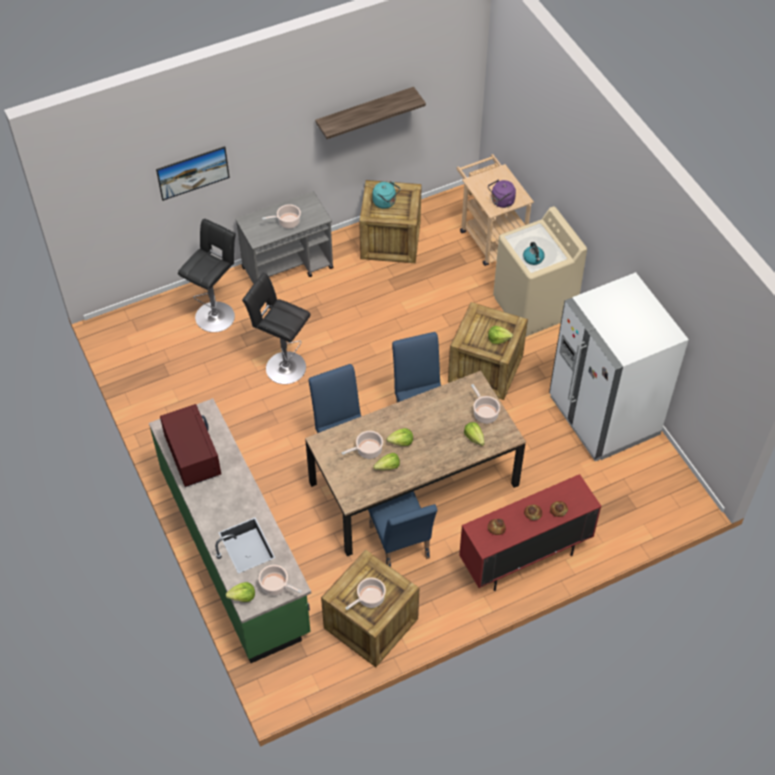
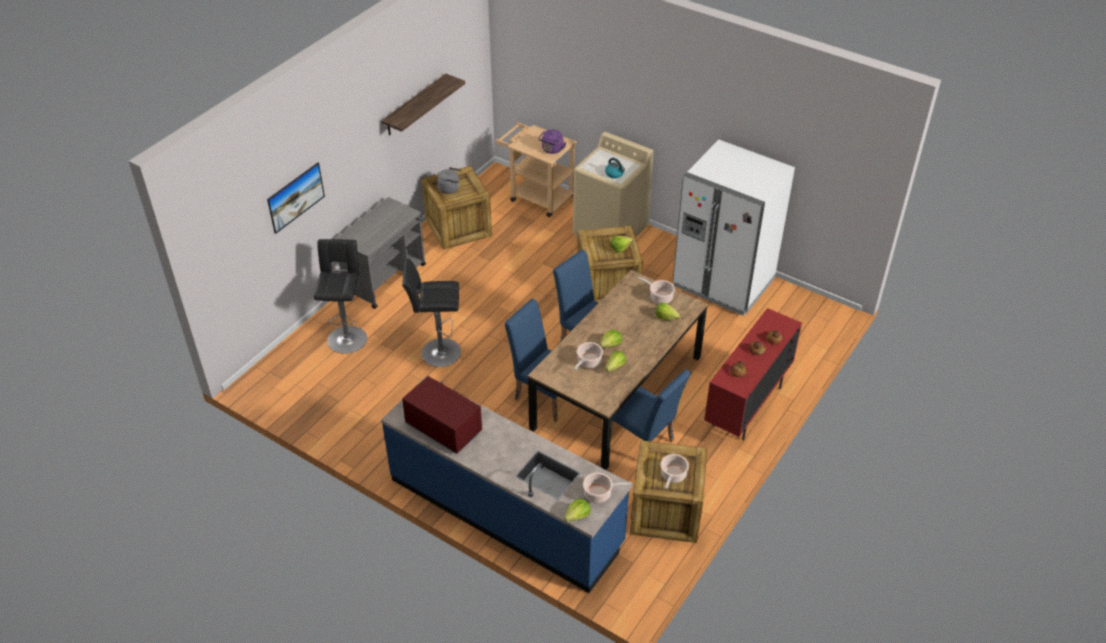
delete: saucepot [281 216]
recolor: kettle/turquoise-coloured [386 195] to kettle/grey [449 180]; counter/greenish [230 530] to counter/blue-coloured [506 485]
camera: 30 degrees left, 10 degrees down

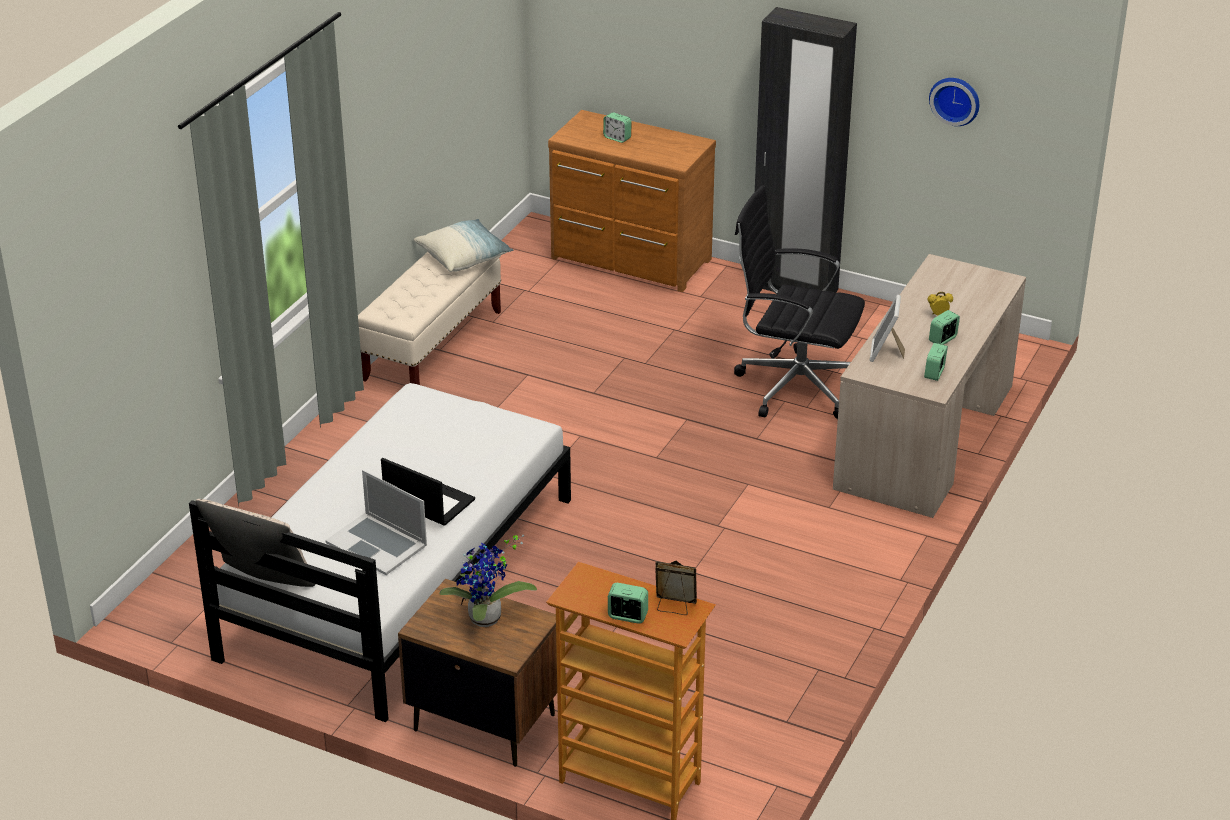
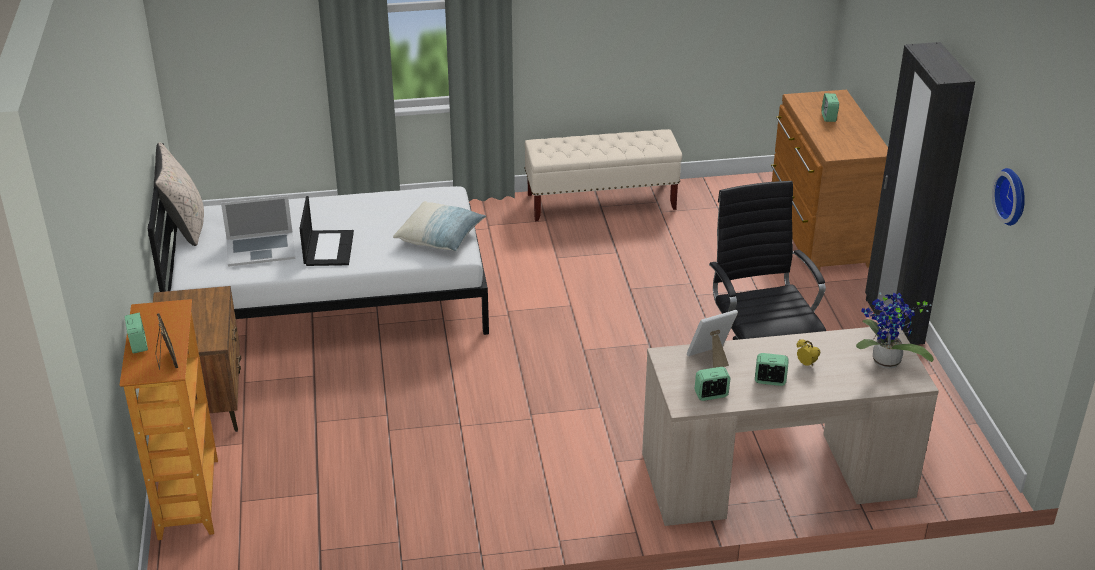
move: throw pillow [463 245] to [439 226]; potted plant [488 581] to [895 330]
rotate: notebook computer [376 522] = [258 231] 105 degrees counterclockwise
camera: 55 degrees right, 0 degrees up

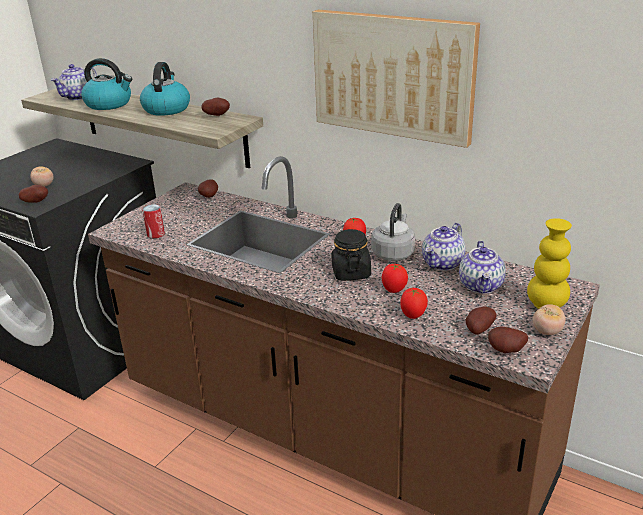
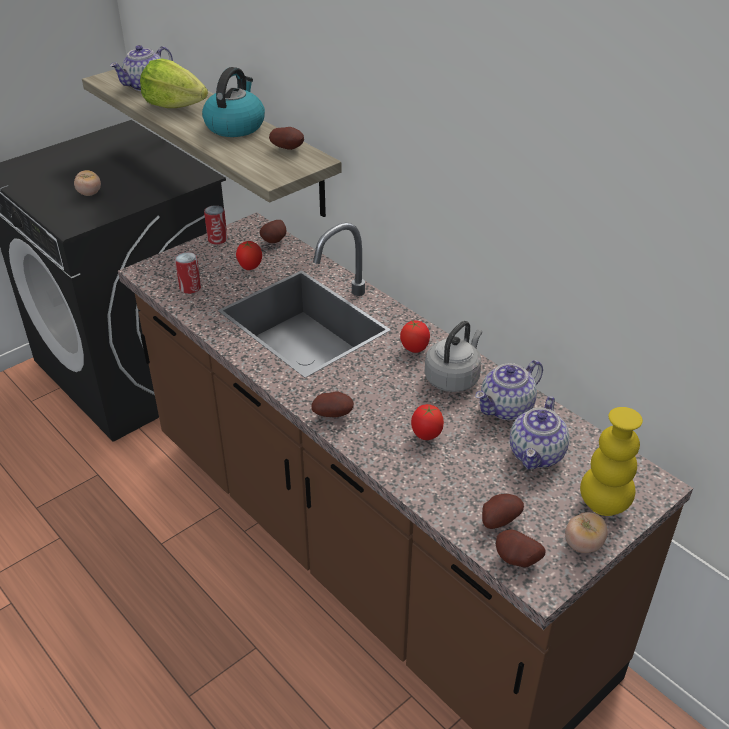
delete: picture [396 79]; storage jar/black-coloured [351 255]
insert: can [216 224]
move: whole potato [33 194] to [332 404]; tomato [414 303] to [249 255]
replace: kettle [106 84] to head of lettuce [174 83]
camera: 15 degrees right, 10 degrees up

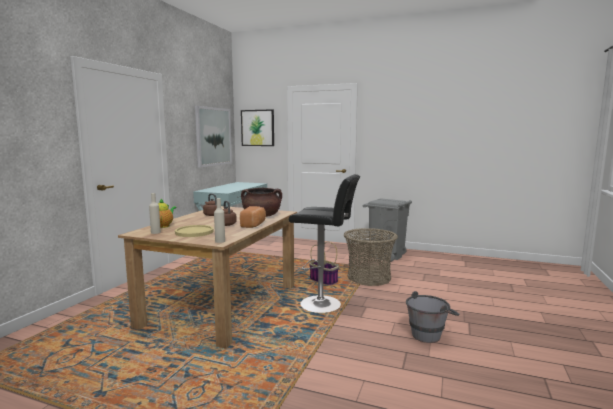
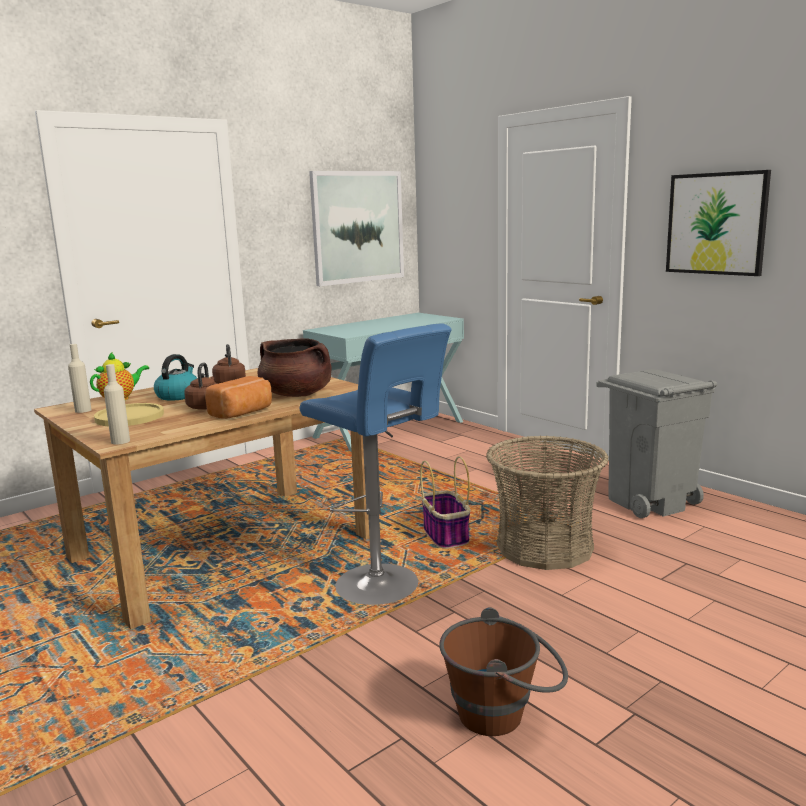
insert: kettle [175 377]
move: picture [257 127] to [718 223]
recolor: stool/black-coloured [324 243] to stool/blue-coloured [376 464]; bucket/grey [432 317] to bucket/brown-coloured [503 671]
camera: 30 degrees right, 5 degrees up

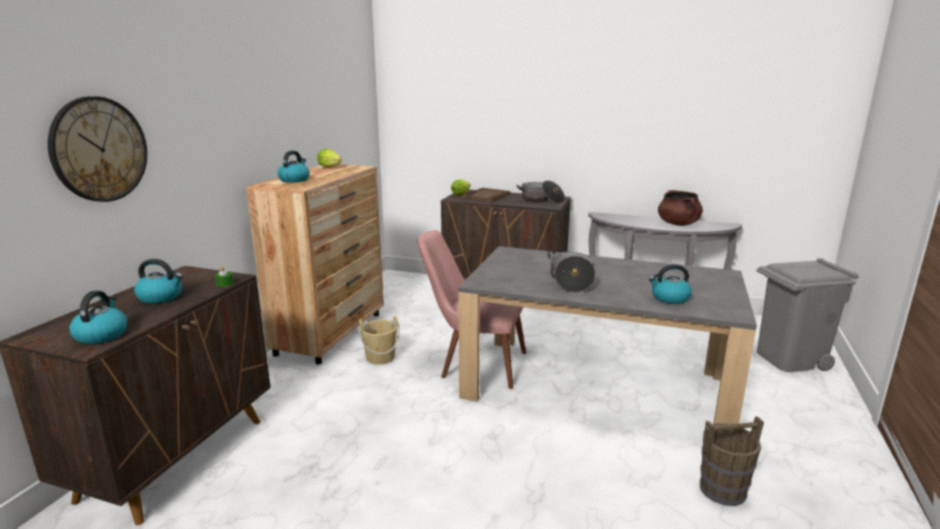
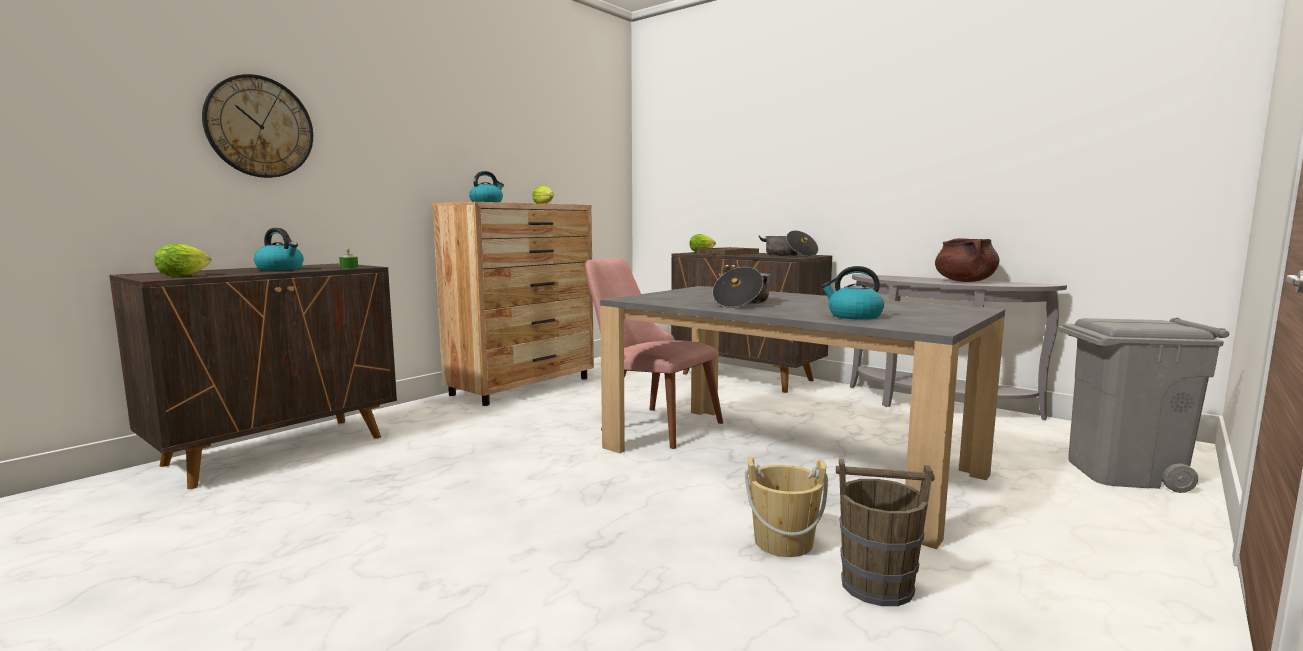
move: bucket/sand-coloured [378 340] to [786 507]
replace: kettle [98 317] to head of lettuce [182 260]
camera: 20 degrees right, 10 degrees down

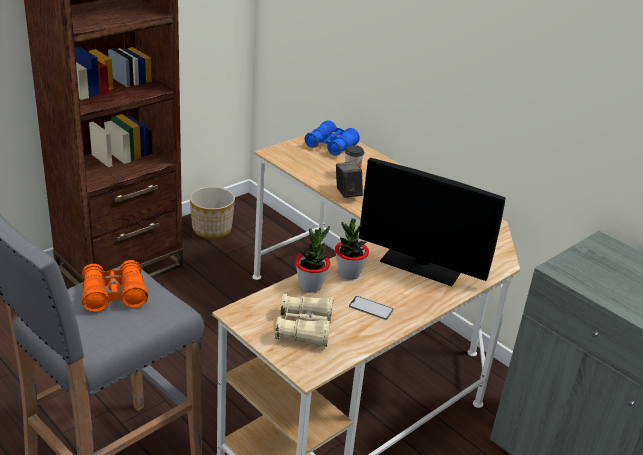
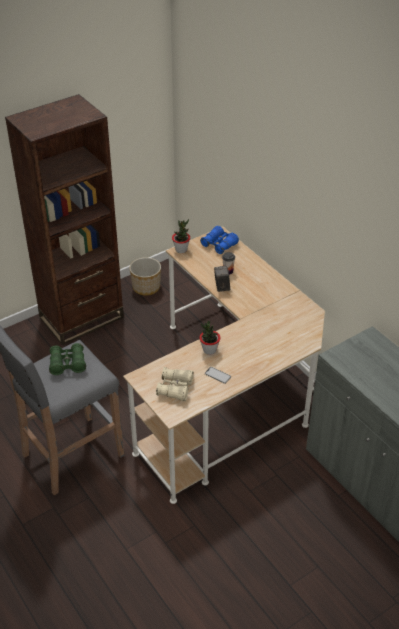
delete: computer display [432 222]
move: potted plant [312 259] to [181 236]
recolor: binoculars/orange [115 286] to binoculars/greenish [67 359]
camera: 10 degrees right, 10 degrees up

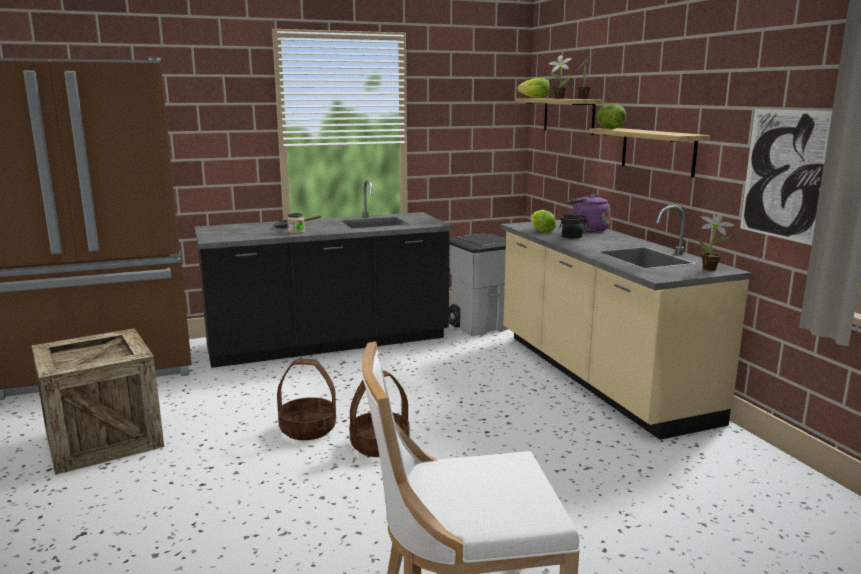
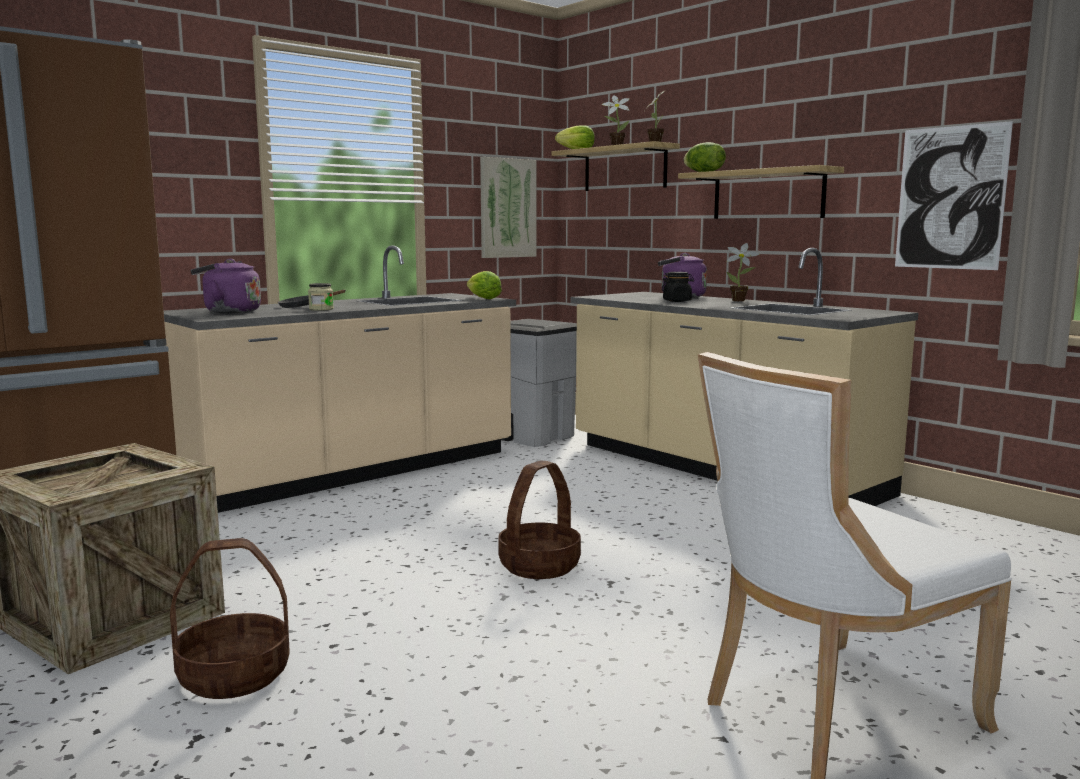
insert: picture [508 207]; kettle/purplish [225 286]
move: head of lettuce [543 221] to [484 285]; potted plant [716 242] to [742 272]; household basket [306 399] to [230 618]
recolor: counter/black-coloured [323 274] to counter/sand-coloured [340 379]
camera: 20 degrees left, 5 degrees down

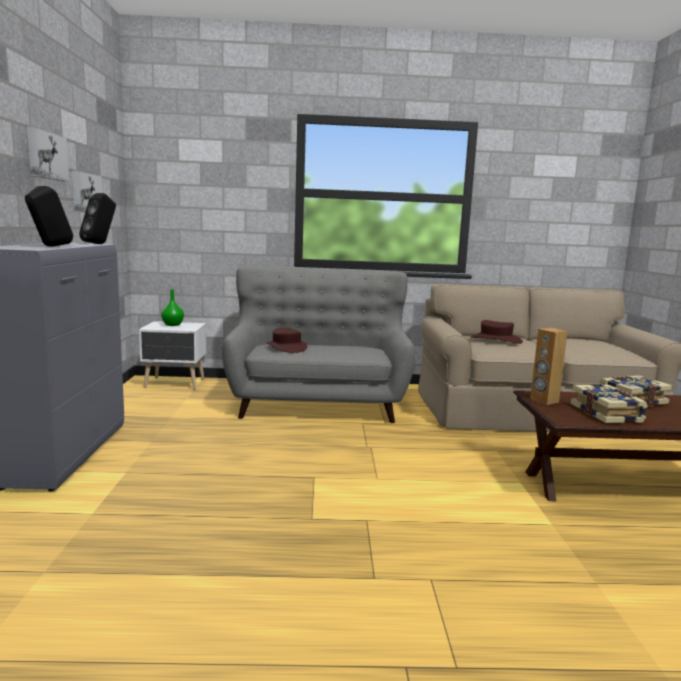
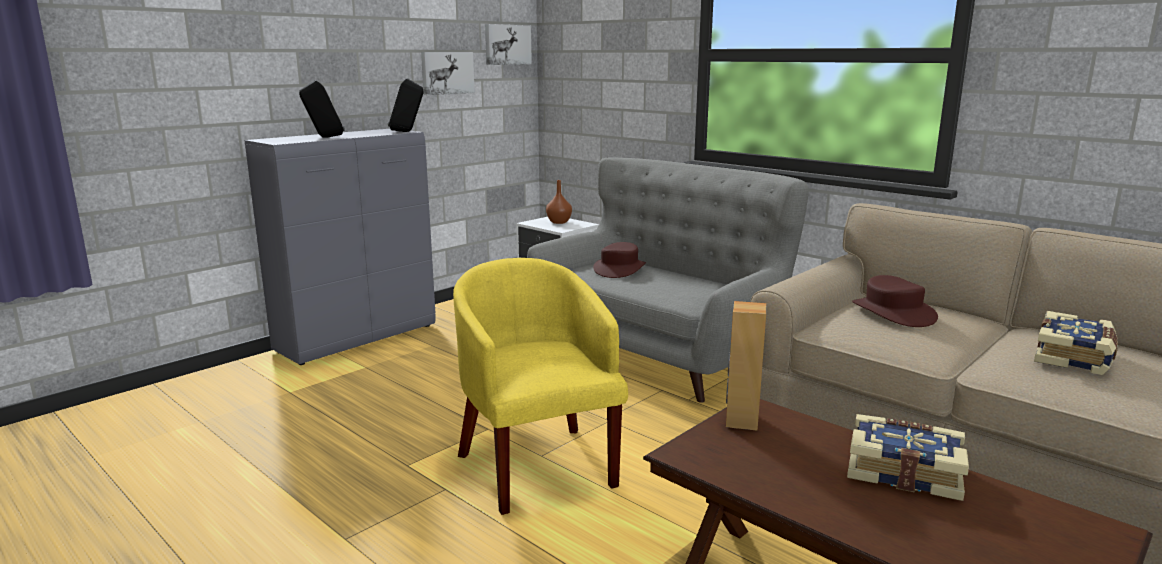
insert: armchair/yellow [540 386]
move: picture [48 154] to [508 44]; book [609 403] to [1076 343]
recolor: flower vase/greenish [172 307] to flower vase/brown-coloured [559 202]
camera: 45 degrees right, 5 degrees up

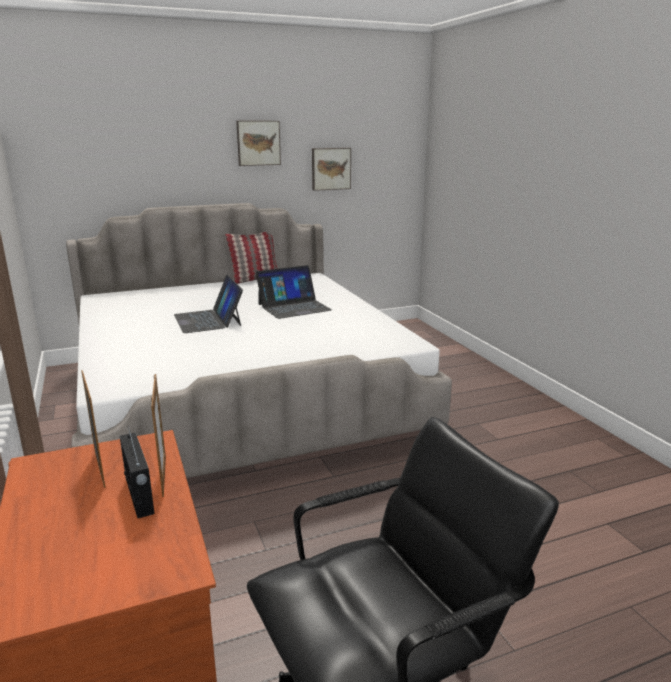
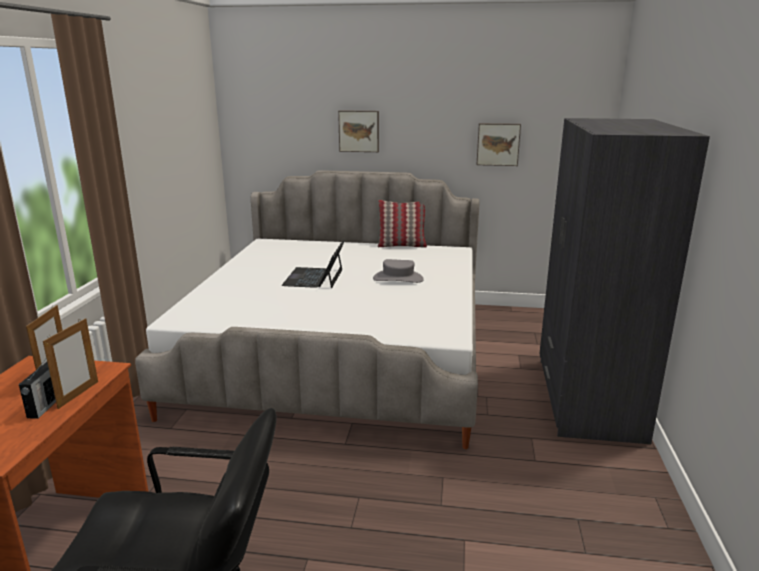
insert: clothes cupboard/grey [624 281]
move: picture [258 143] to [358 131]
replace: notebook computer [294 292] to hat/grey [398 271]
camera: 30 degrees right, 0 degrees up

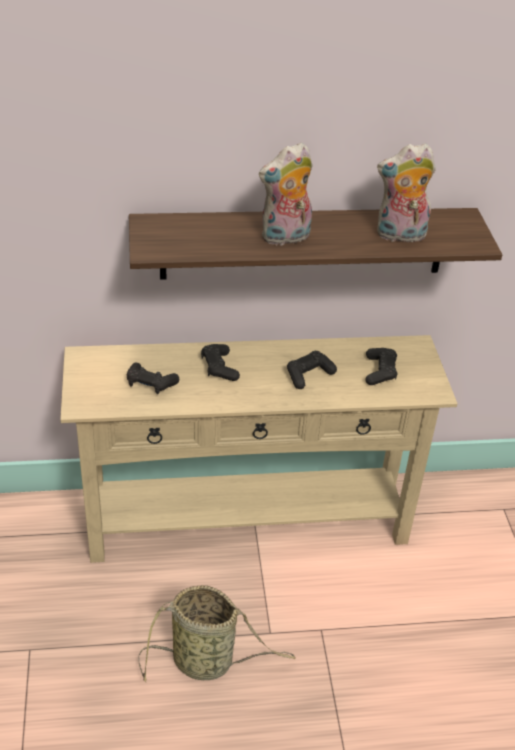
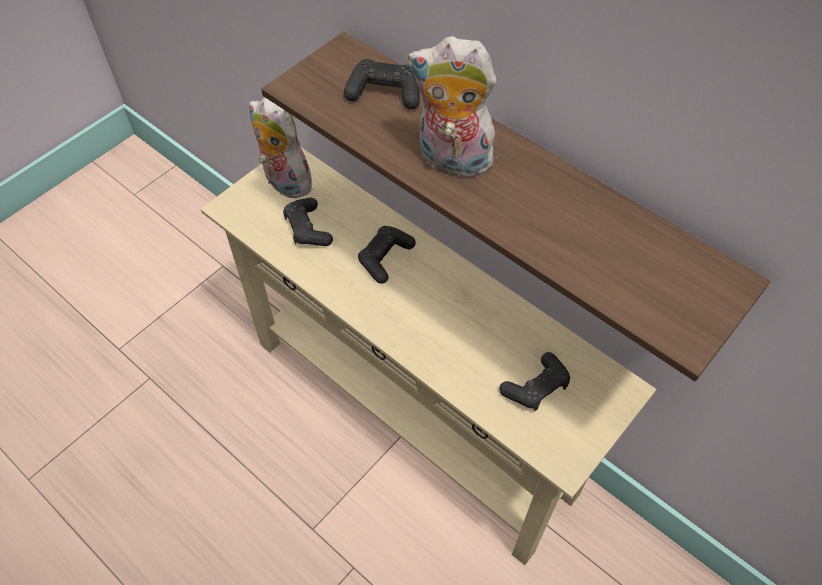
delete: household basket [217 633]
move: cuddly toy [406 192] to [282 148]; game controller/black-coloured [312 370] to [382 84]
camera: 50 degrees right, 15 degrees up

